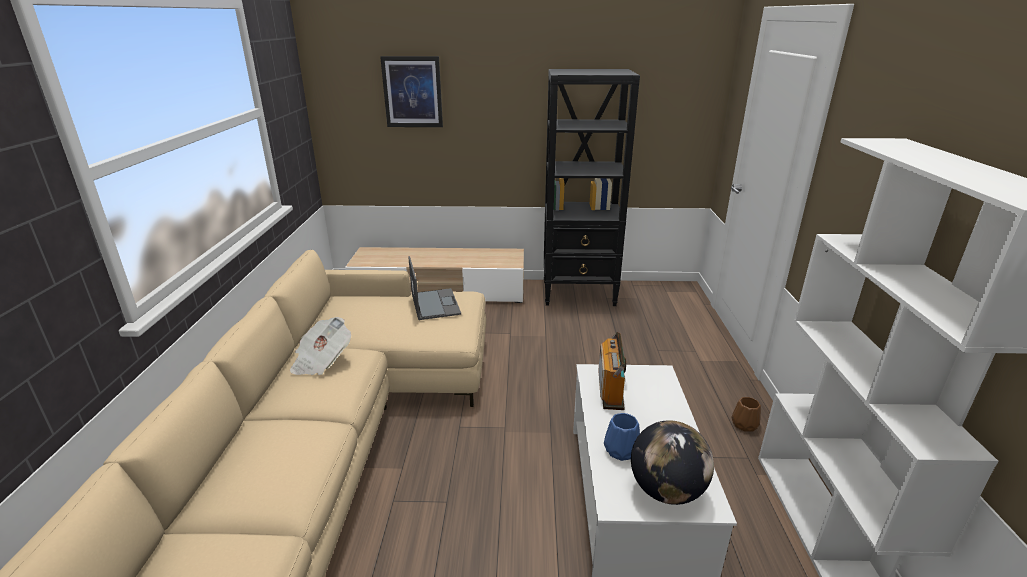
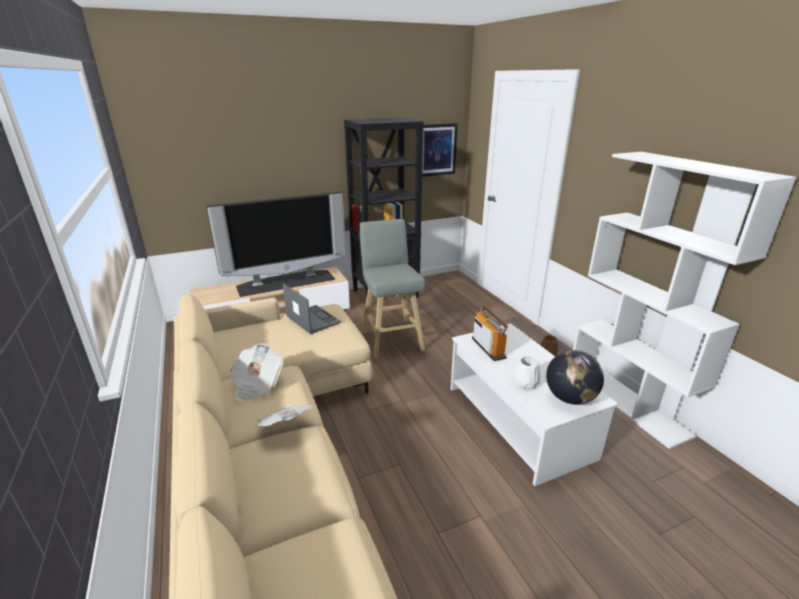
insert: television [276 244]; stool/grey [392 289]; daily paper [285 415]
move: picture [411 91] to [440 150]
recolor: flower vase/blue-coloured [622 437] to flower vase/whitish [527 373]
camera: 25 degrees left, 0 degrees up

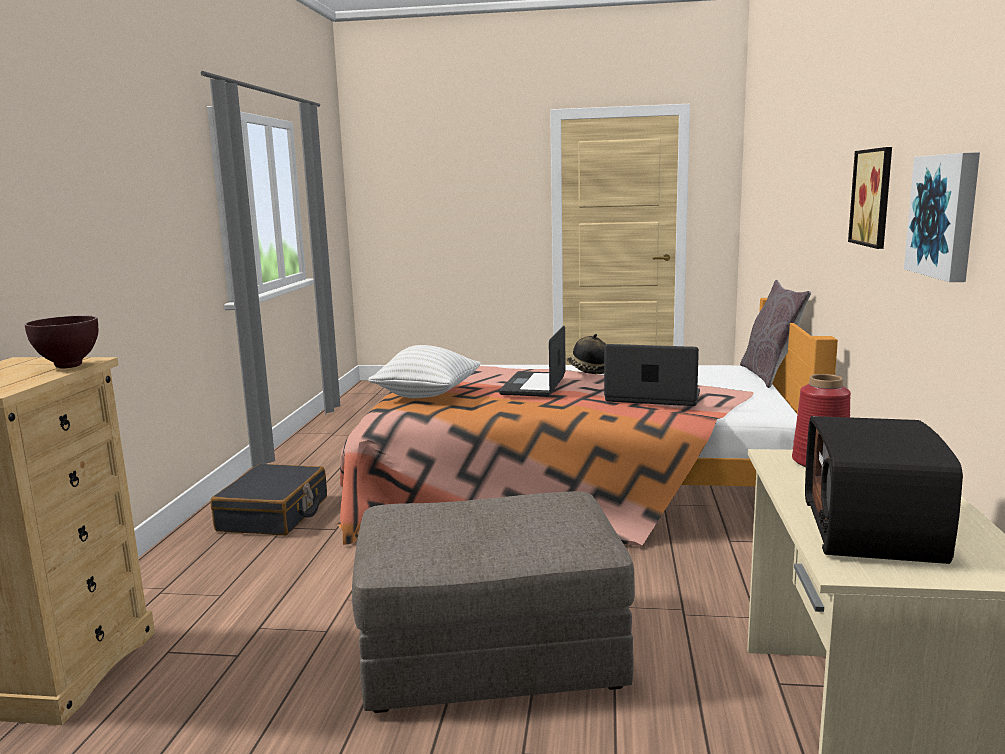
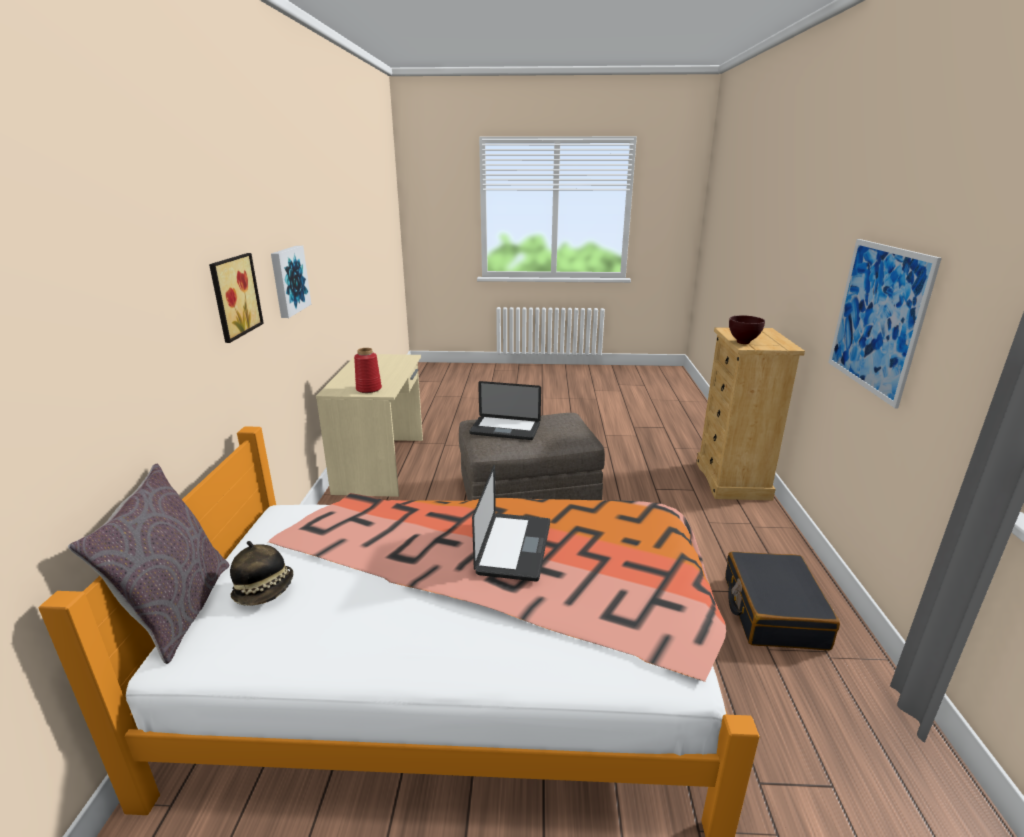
delete: throw pillow/whitish [424 371]; radio [884 490]
insert: picture [885 323]
move: hat [586 354] to [261 573]; notebook computer [652 375] to [505 410]
camera: 175 degrees right, 10 degrees up

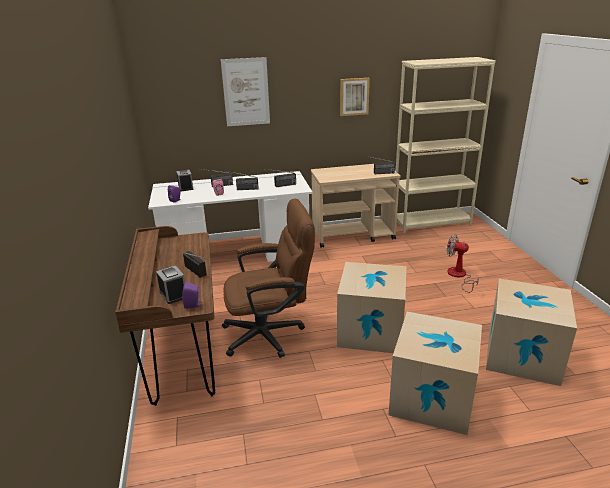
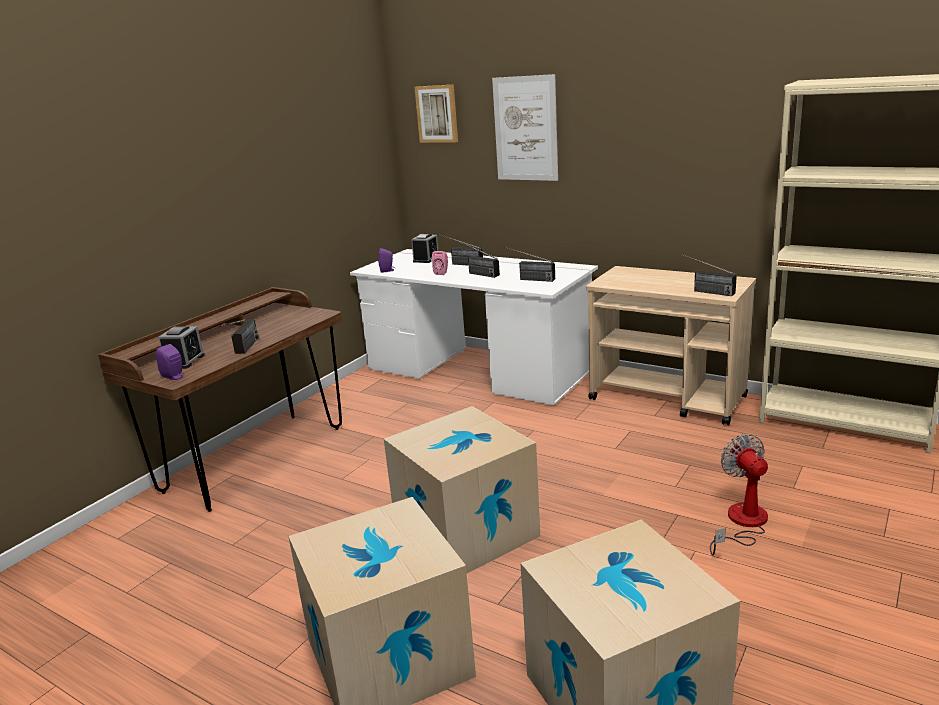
delete: desk chair/brown-coloured [268 278]
move: picture [355 97] to [436 113]
camera: 45 degrees right, 5 degrees down

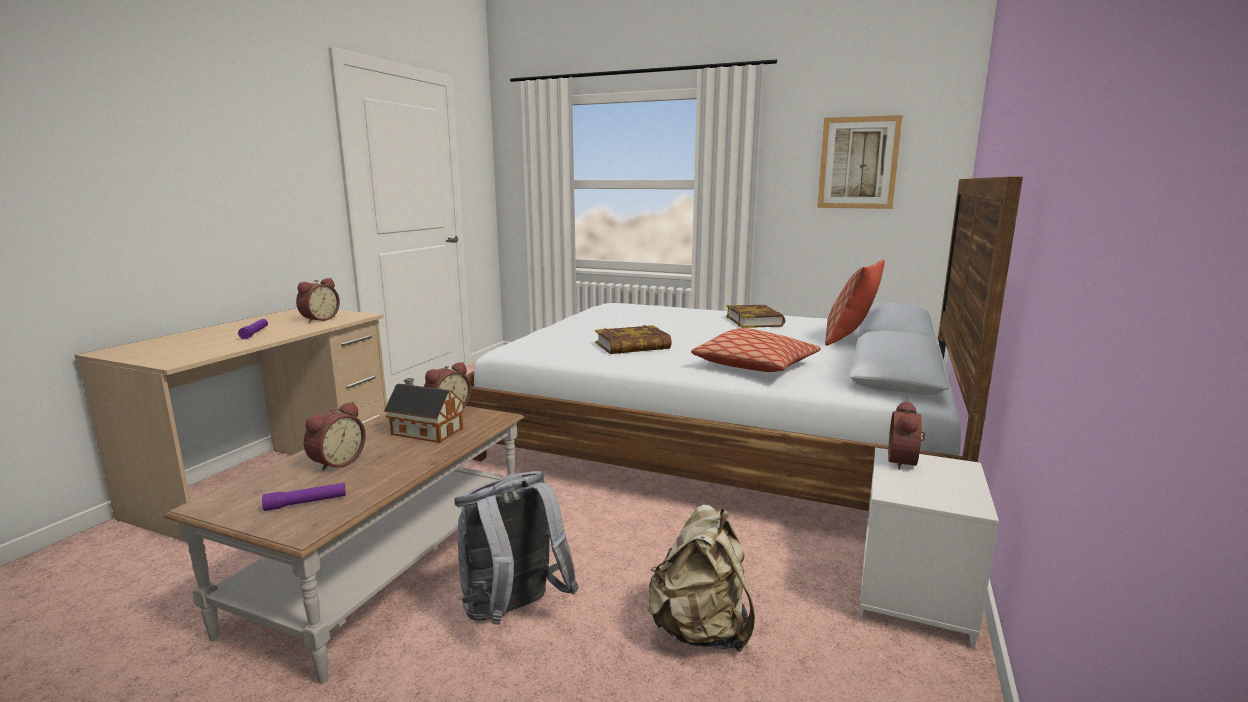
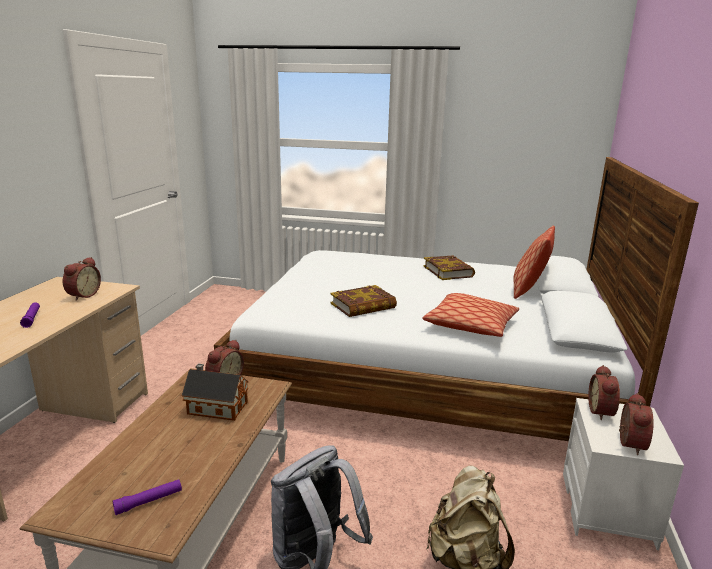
delete: picture [859 162]
move: bedside clock [335 437] to [636 424]
camera: 10 degrees left, 5 degrees up

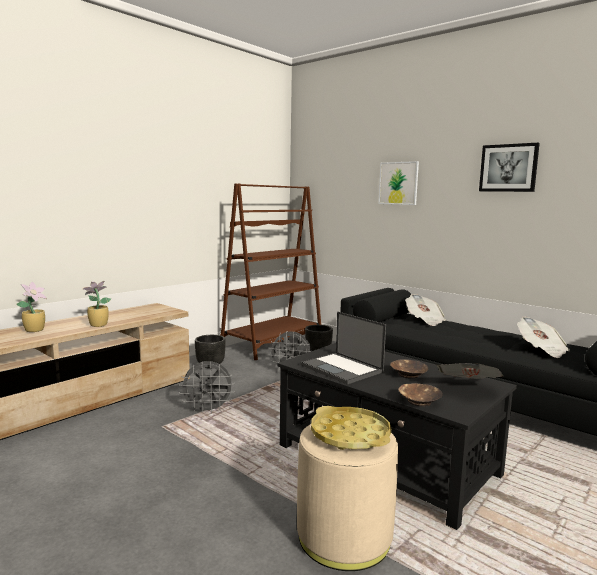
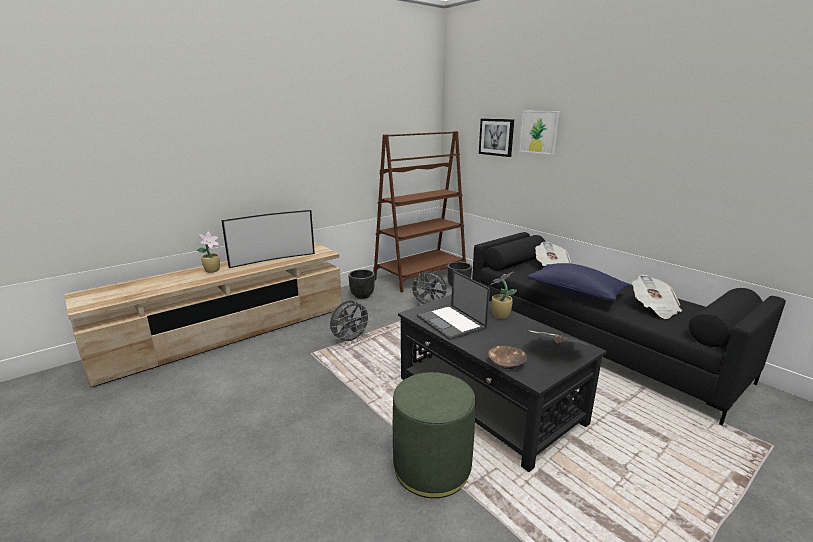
delete: bowl/brown-coloured [409 368]; carrying tray/yellow [351 428]
insert: television [268 239]; throw pillow/blue-coloured [579 282]
move: picture [509 167] to [496 138]; potted plant [97 304] to [503 295]
recolor: ottoman/sand-coloured [347 497] to ottoman/greenish [434 435]
rotate: cooling fan/grey [206 387] = [350 322] 45 degrees counterclockwise
camera: 10 degrees right, 10 degrees up

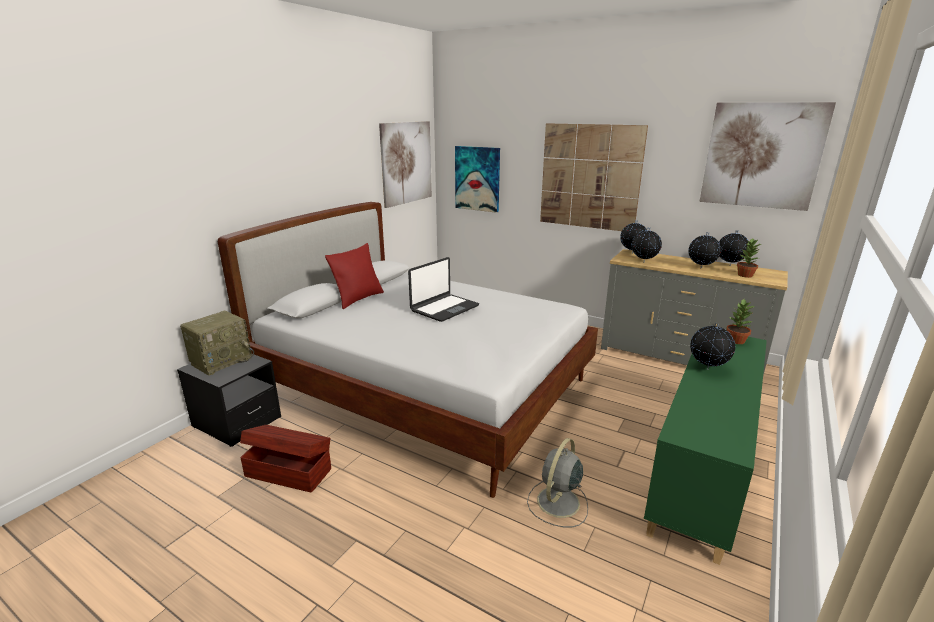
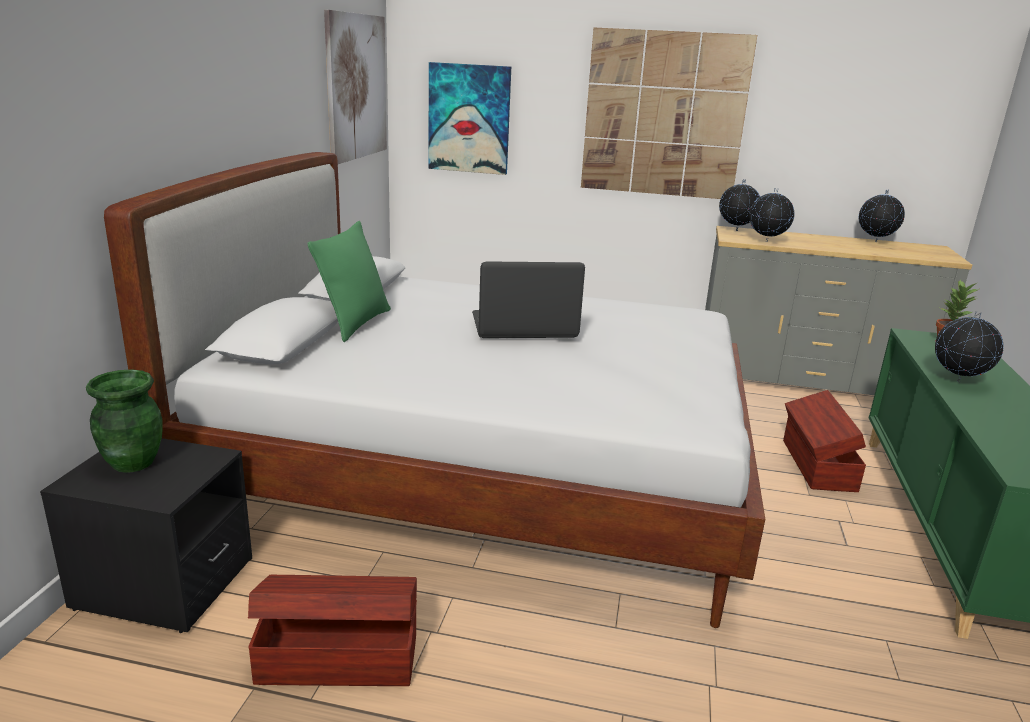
delete: picture [767 156]; desk globe [704 250]; potted plant [749 258]; cooling fan/grey [557 482]
insert: storage box/brown-coloured [824 441]
replace: radio [217 343] to flower vase/greenish [124 421]
recolor: throw pillow/red [354 276] to throw pillow/greenish [349 281]
rotate: notebook computer [443 289] = [528 299] 120 degrees counterclockwise
camera: 20 degrees left, 0 degrees up

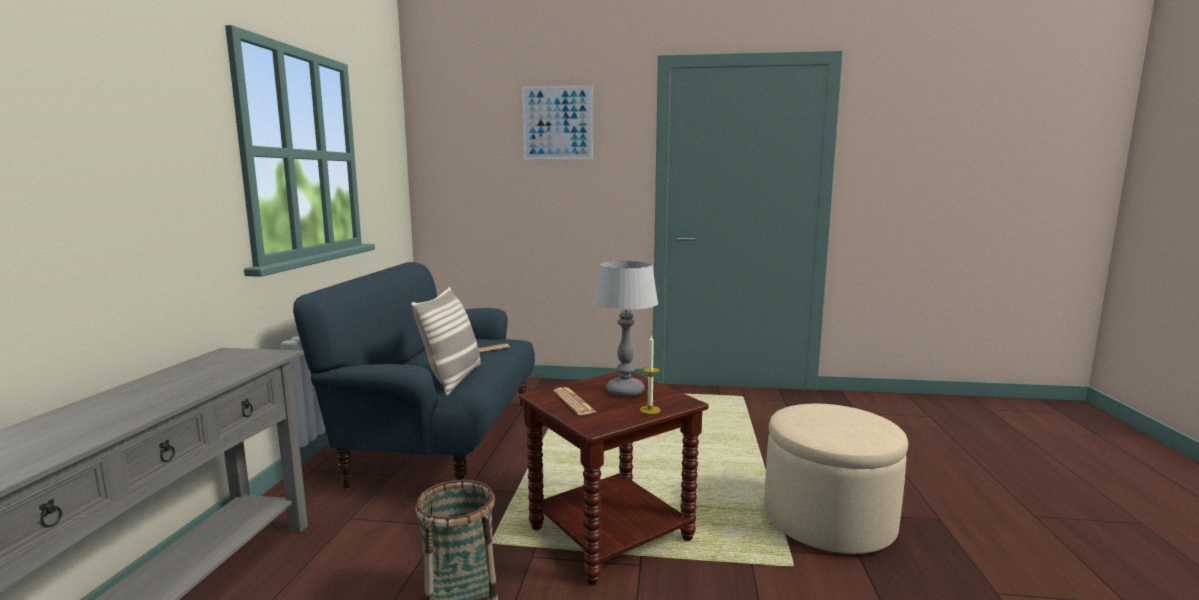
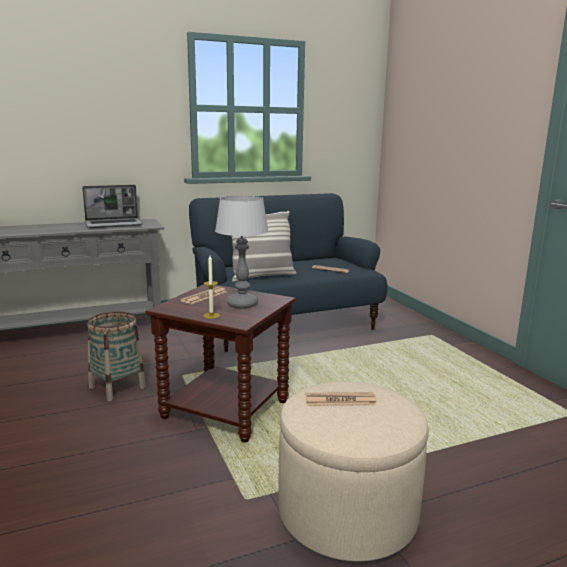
delete: picture [557 122]
insert: notebook computer [112 206]; daily paper [341 399]
camera: 60 degrees right, 5 degrees up

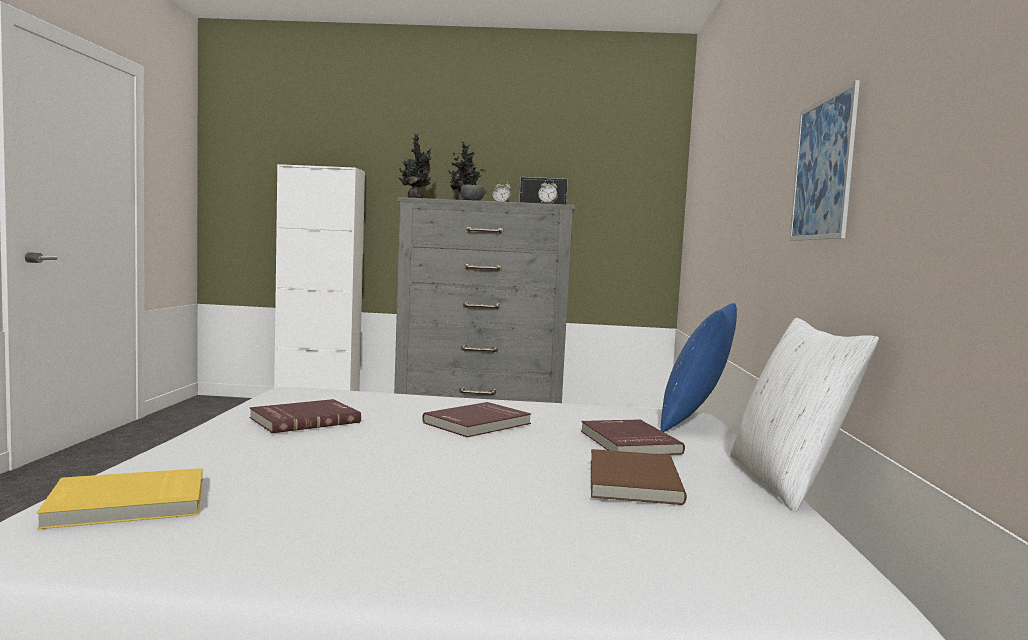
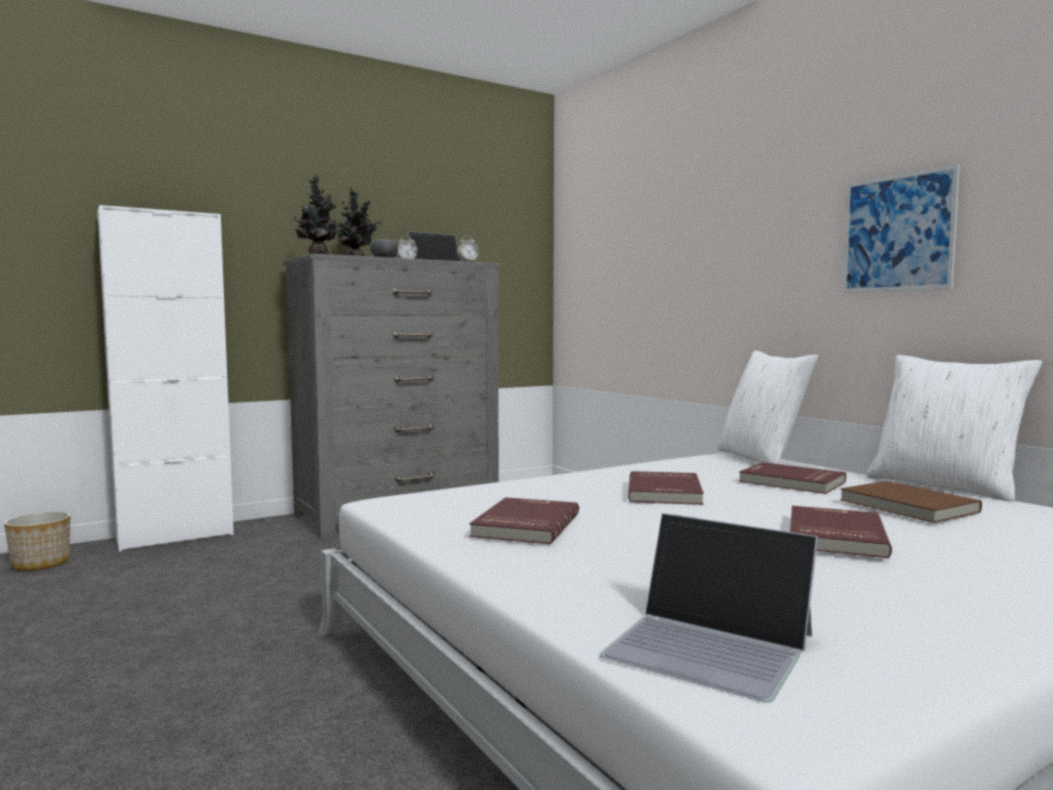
insert: book/red [841 532]; plant pot [37 541]
replace: book/yellow [119 498] to notebook computer [709 607]
recolor: throw pillow/blue-coloured [698 367] to throw pillow/whitish [767 407]
camera: 35 degrees left, 0 degrees up

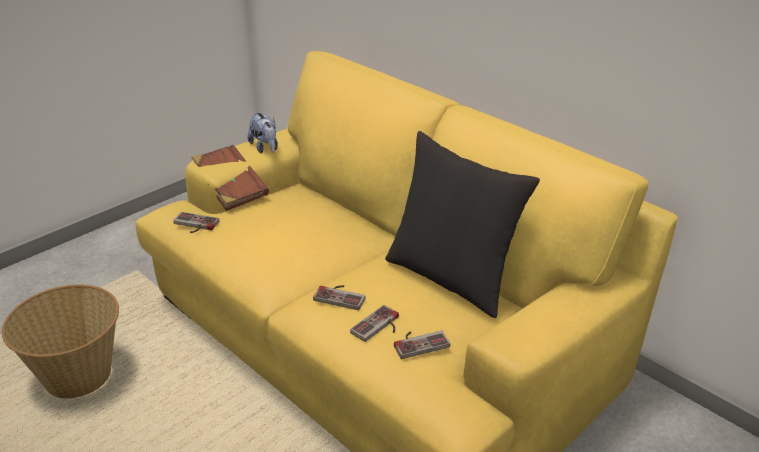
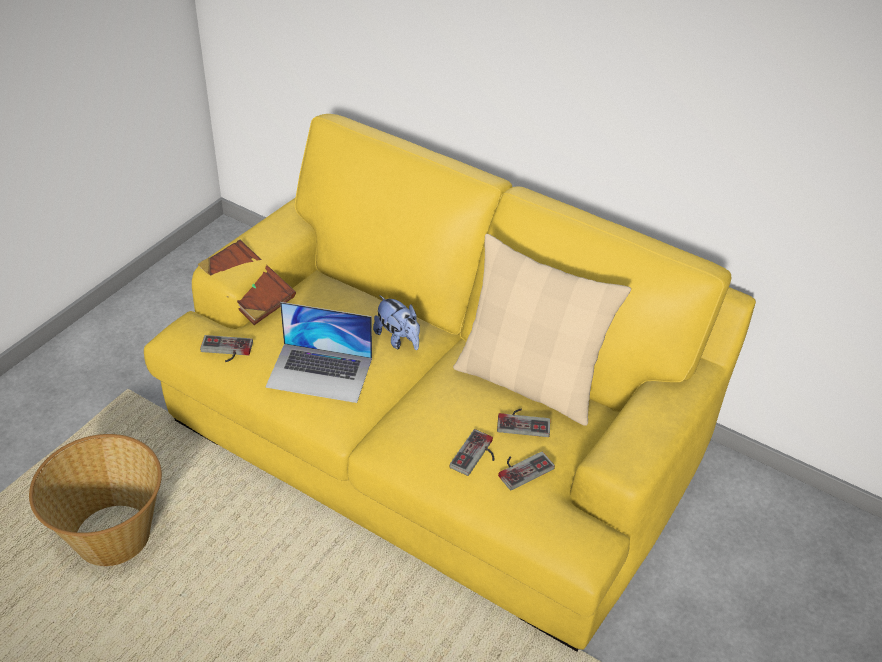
insert: notebook computer [318 352]
move: cuddly toy [263 132] to [396 322]; game controller [339 297] to [523 423]
recolor: throw pillow/black-coloured [462 224] to throw pillow/sand-coloured [542 330]
camera: 15 degrees left, 10 degrees up

